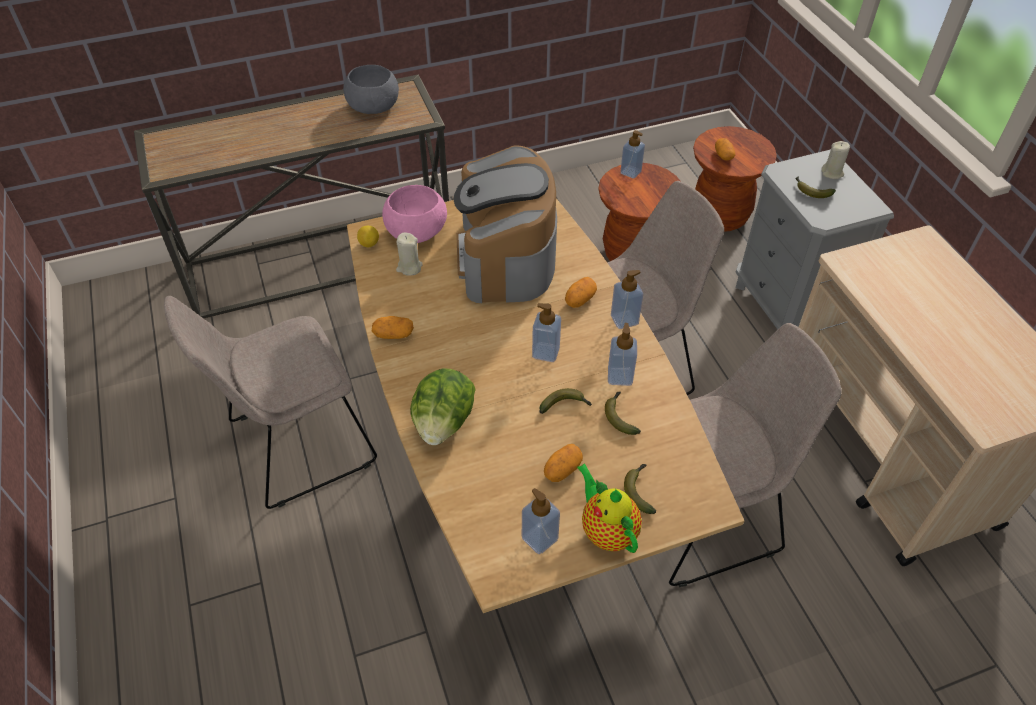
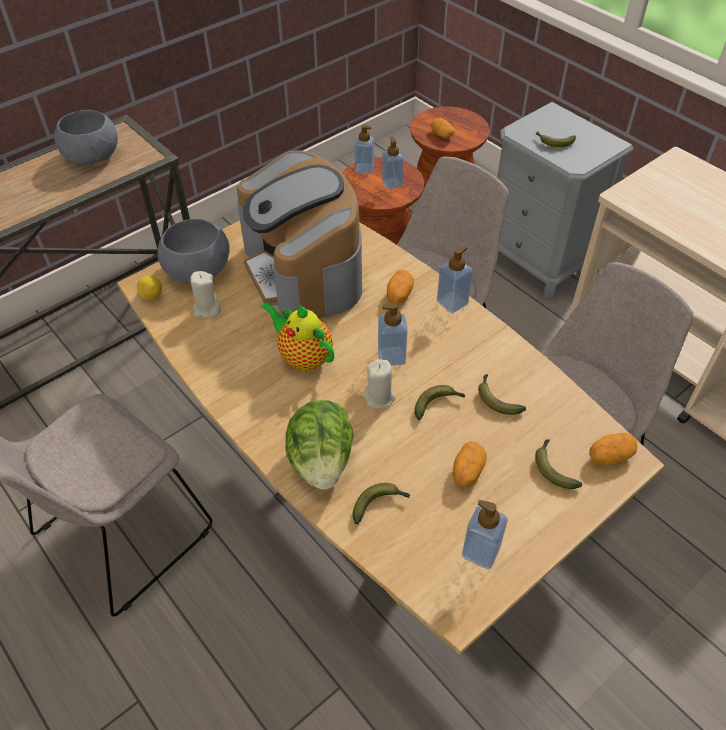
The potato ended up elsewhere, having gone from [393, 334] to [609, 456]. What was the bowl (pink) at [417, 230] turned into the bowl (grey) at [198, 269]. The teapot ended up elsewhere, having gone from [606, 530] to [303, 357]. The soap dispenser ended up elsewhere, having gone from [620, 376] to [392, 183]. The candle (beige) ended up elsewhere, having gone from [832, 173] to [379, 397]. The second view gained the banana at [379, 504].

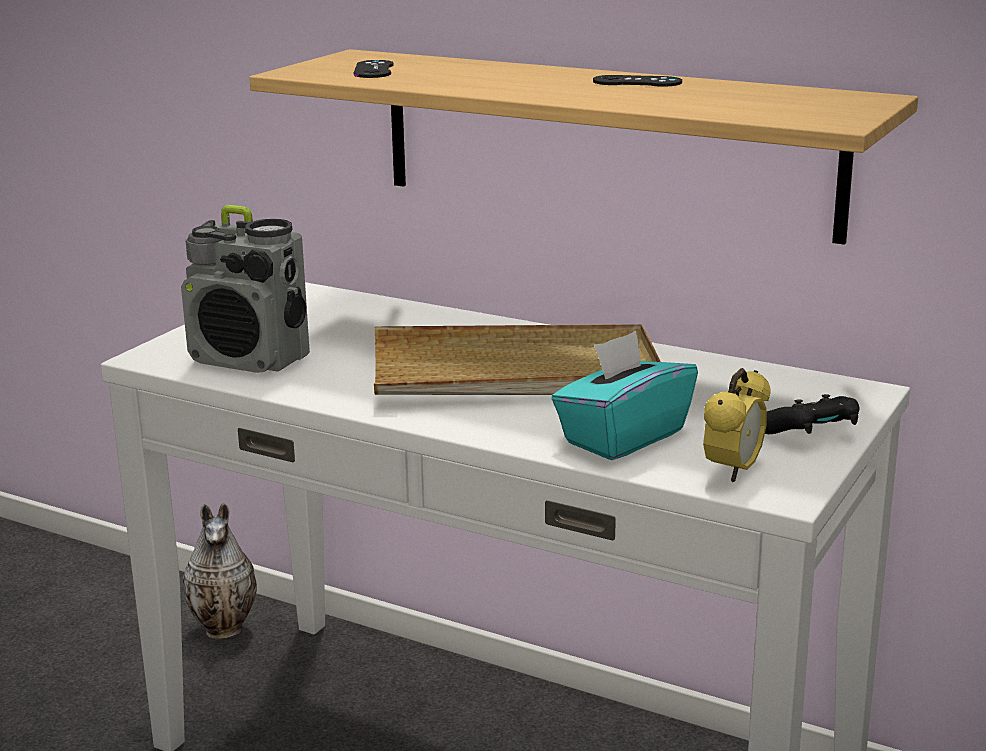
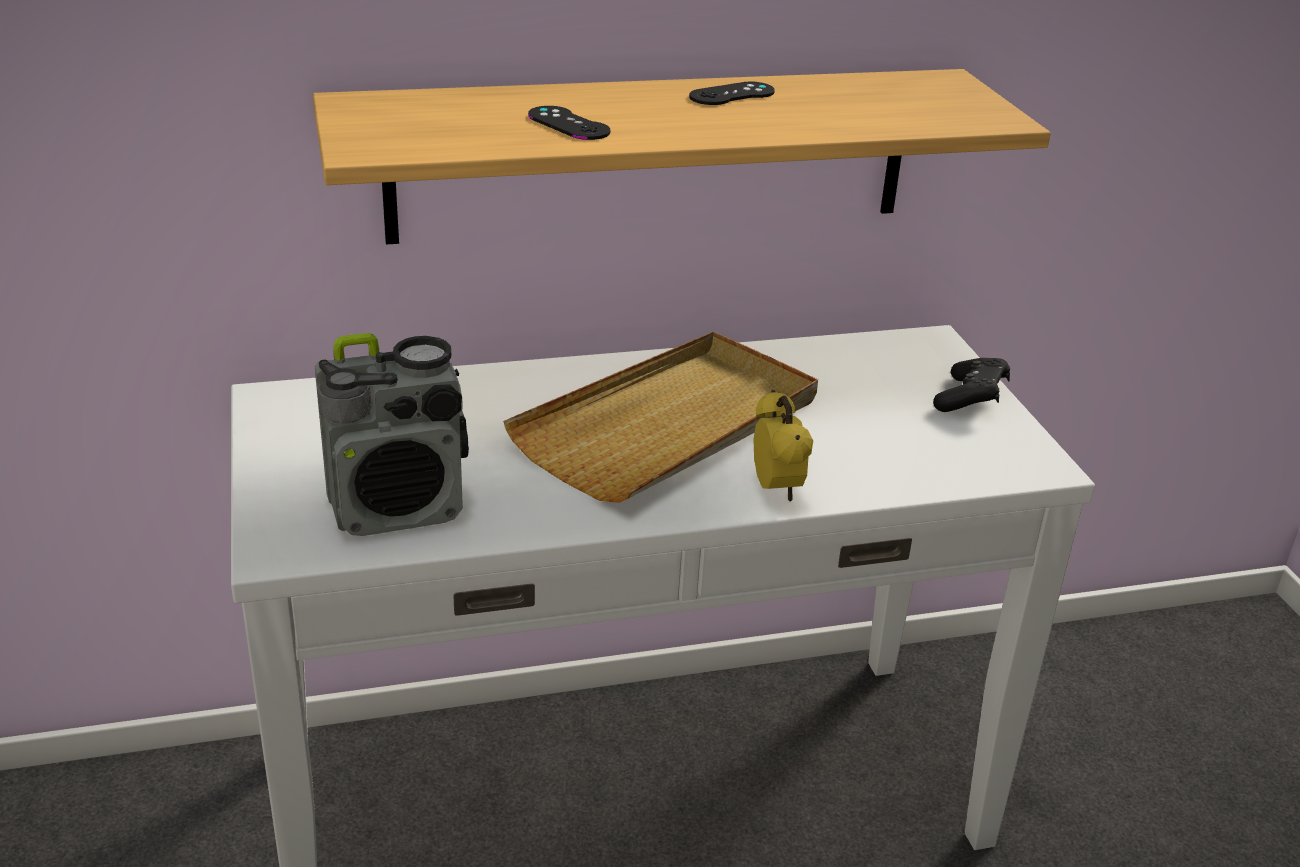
The second view lost the vase at [226, 628]. The game controller (black) ended up elsewhere, having gone from [373, 70] to [568, 124]. The second view lost the tissue box (turquoise) at [623, 437]. The alarm clock ended up elsewhere, having gone from [733, 472] to [776, 490].

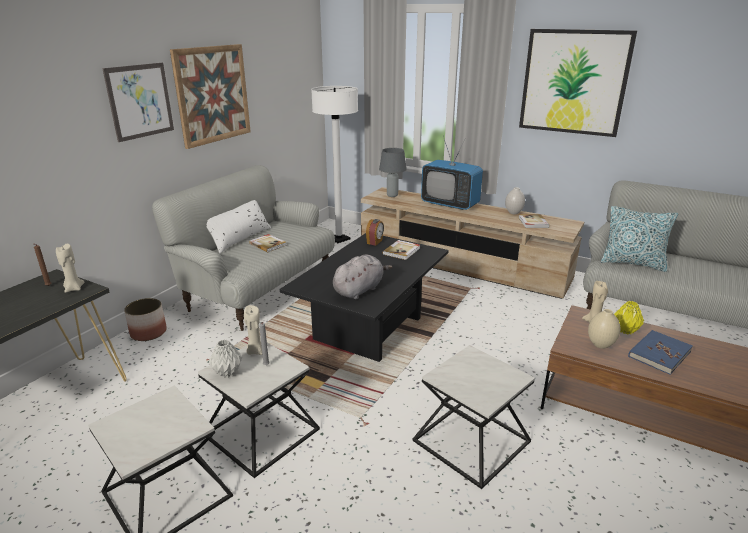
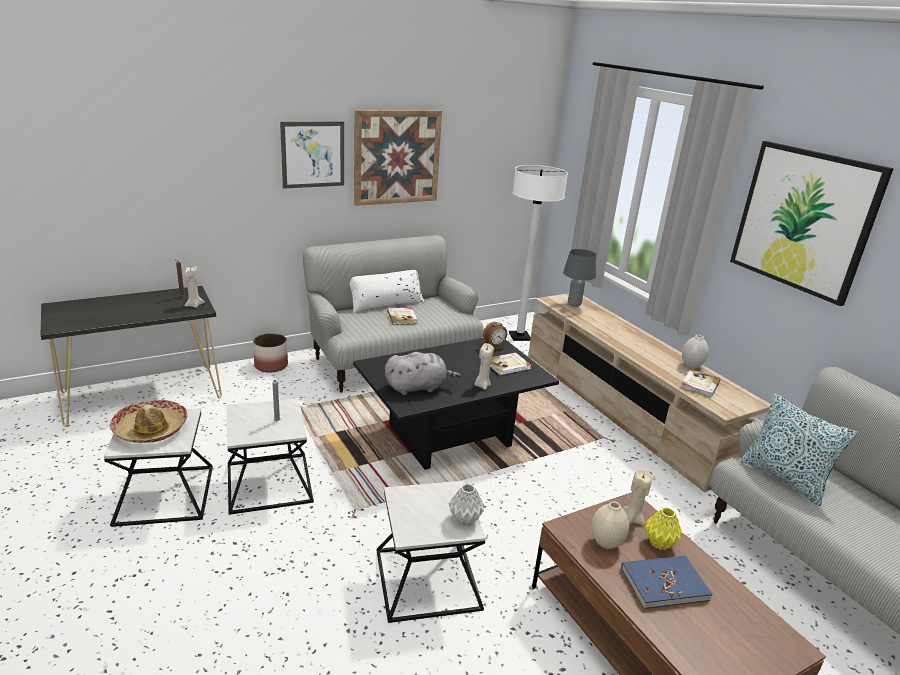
The vase (grey) ended up elsewhere, having gone from [227, 373] to [464, 520]. The candle (beige) ended up elsewhere, having gone from [255, 351] to [482, 385]. The second view lost the television at [450, 204]. The second view gained the hat at [151, 429].

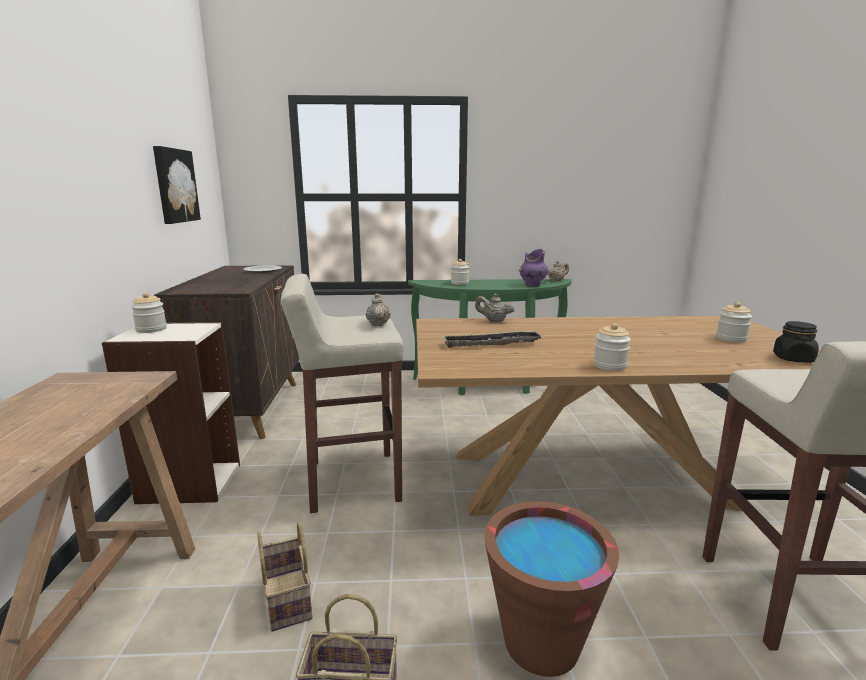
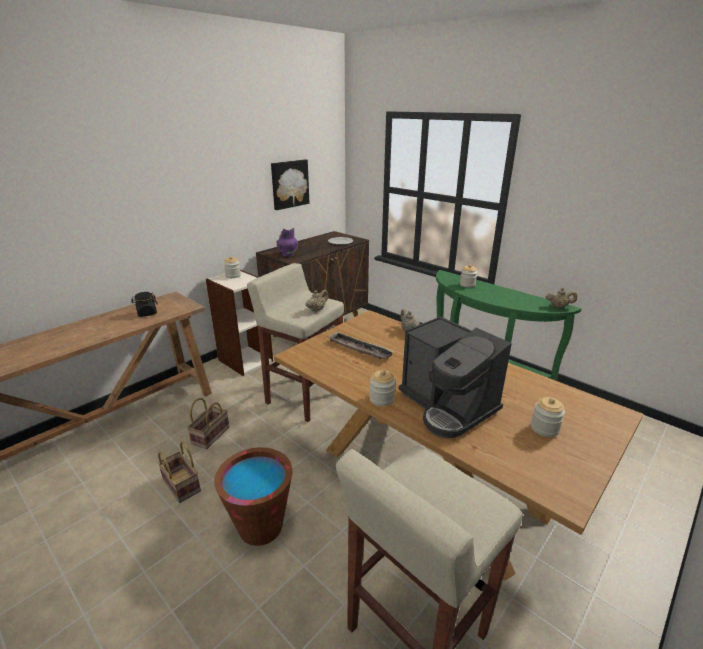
The vase (purple) ended up elsewhere, having gone from [532, 285] to [287, 255]. The jar (black) ended up elsewhere, having gone from [793, 359] to [147, 313]. The second view gained the coffee machine at [447, 406].

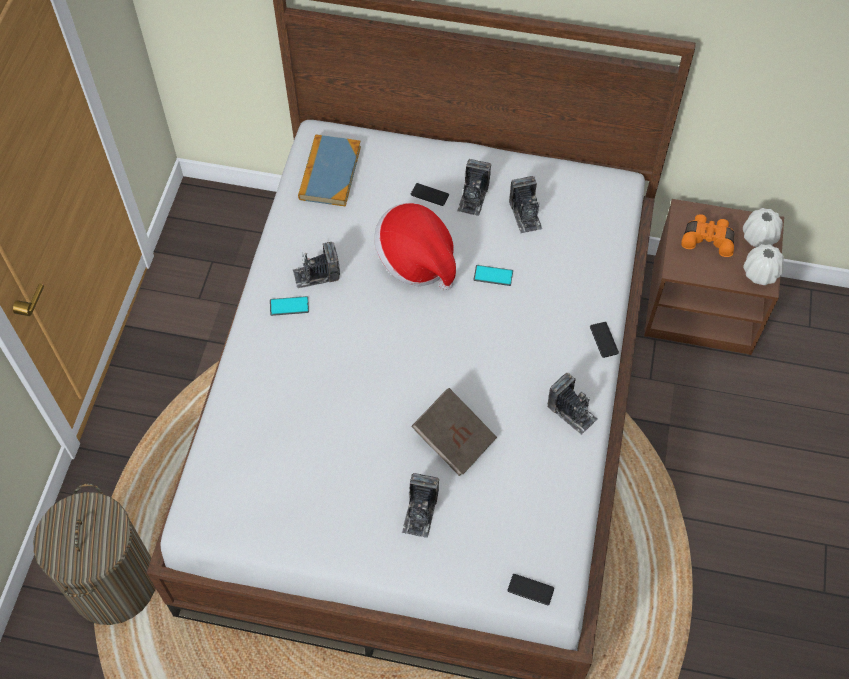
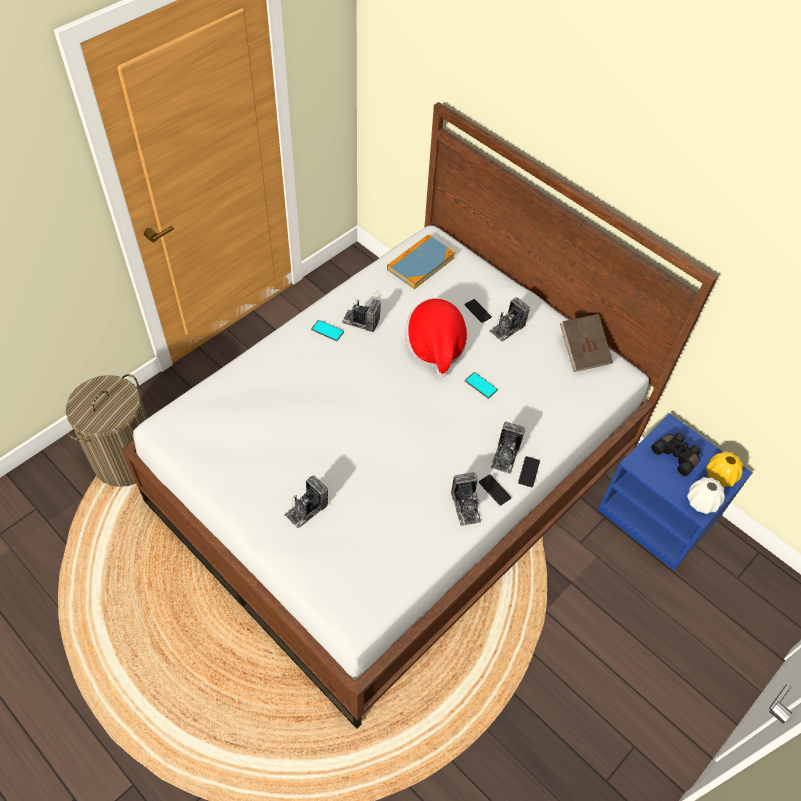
The book (brown) ended up elsewhere, having gone from [454, 439] to [583, 351]. The phone ended up elsewhere, having gone from [530, 589] to [494, 490]. The photo camera ended up elsewhere, having gone from [525, 214] to [505, 455]. What was the nightstand (brown) at [702, 306] turned into the nightstand (blue) at [659, 515]. What was the binoculars (orange) at [707, 239] turned into the binoculars (black) at [676, 455]. What was the vase (white) at [759, 237] turned into the vase (yellow) at [720, 476].

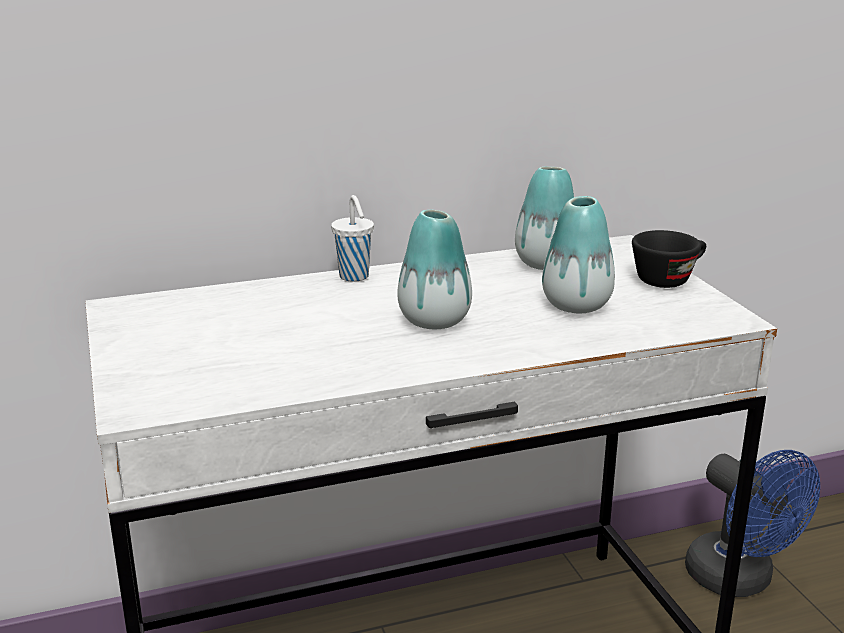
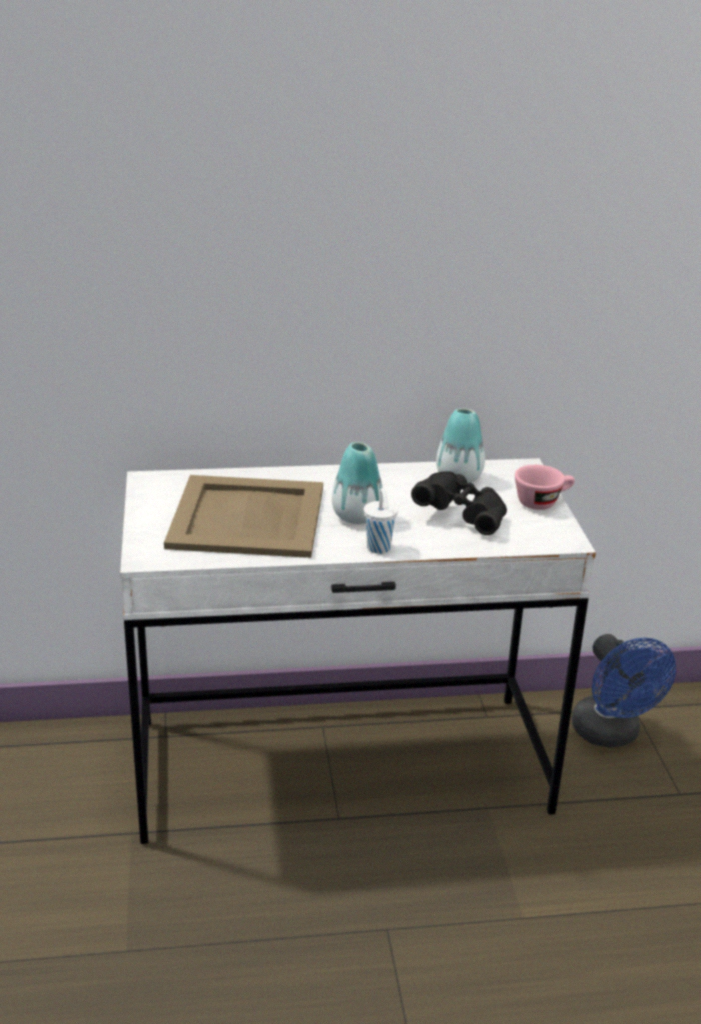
The cup (white) ended up elsewhere, having gone from [354, 277] to [379, 549]. Where the vase stood at [576, 305], the binoculars (black) came to stand at [462, 516]. What was the cup (black) at [669, 279] turned into the cup (pink) at [542, 502]. The second view gained the tray (beige) at [248, 518].

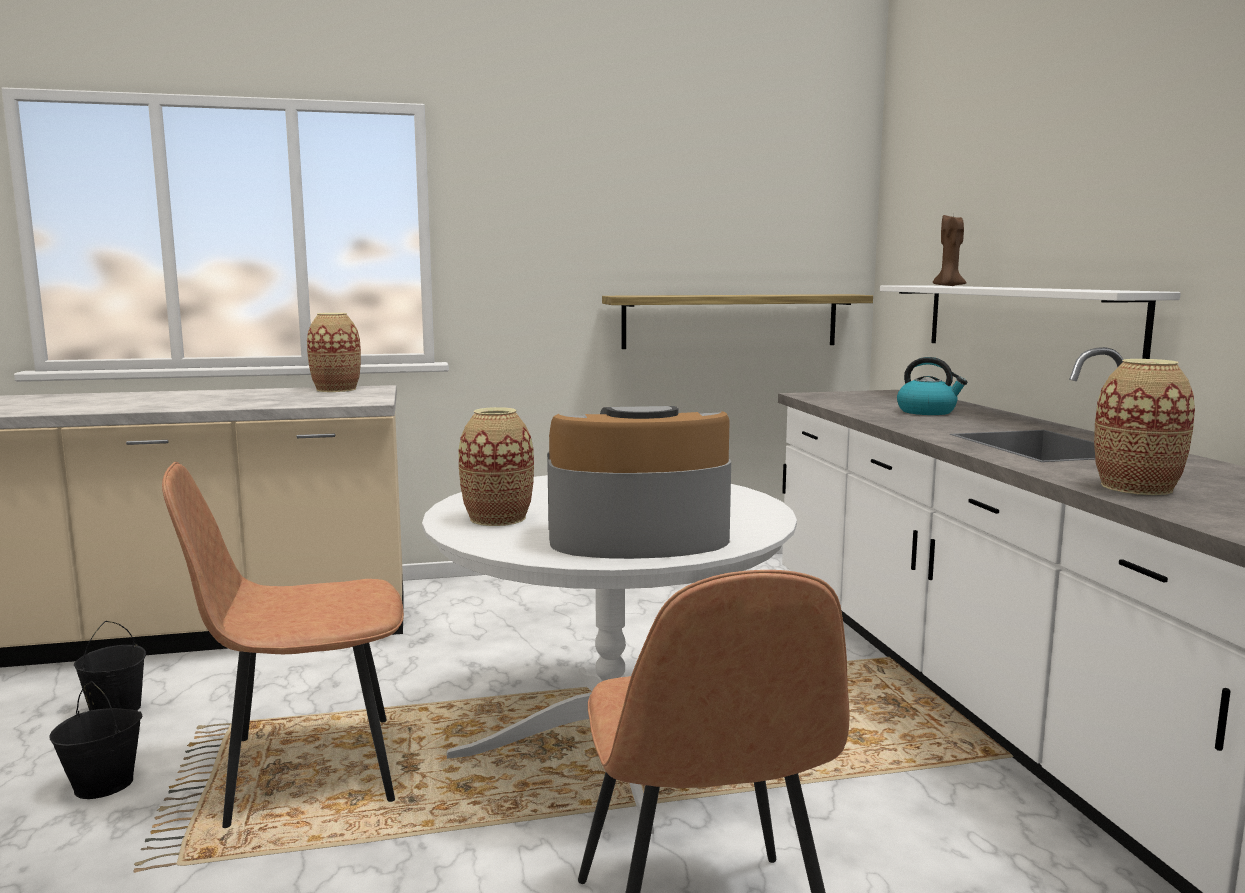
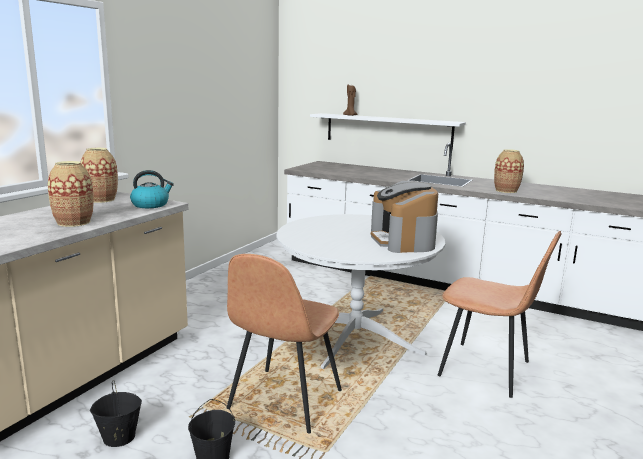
The vase ended up elsewhere, having gone from [498, 518] to [74, 222]. The coffee machine at [636, 537] ended up facing another way, 45 degrees counterclockwise from before. The second view lost the shelf at [730, 321]. The kettle ended up elsewhere, having gone from [927, 412] to [151, 205].

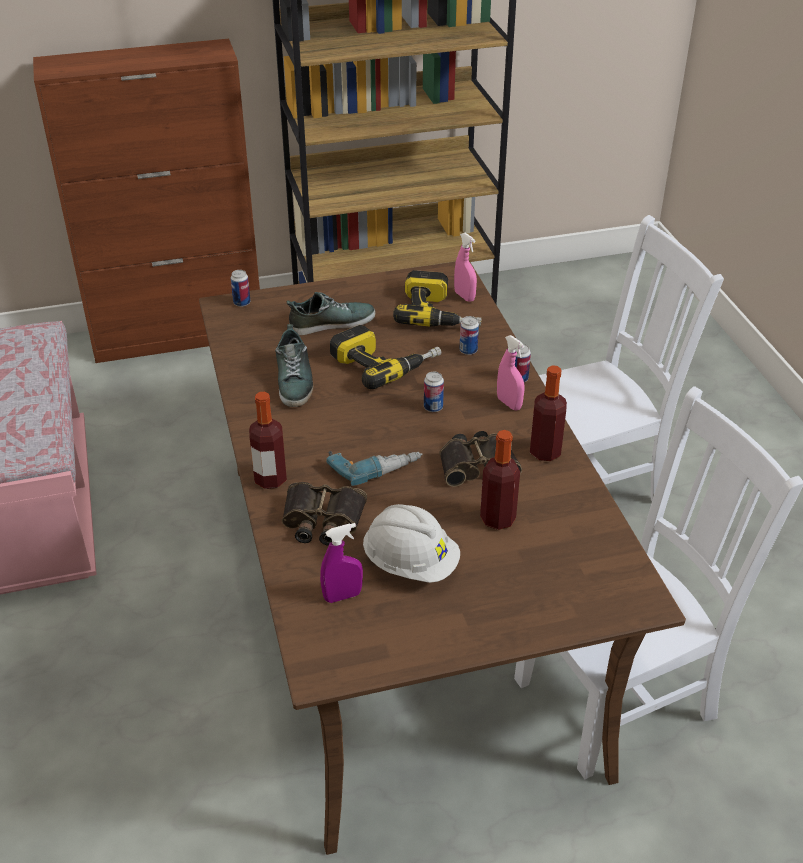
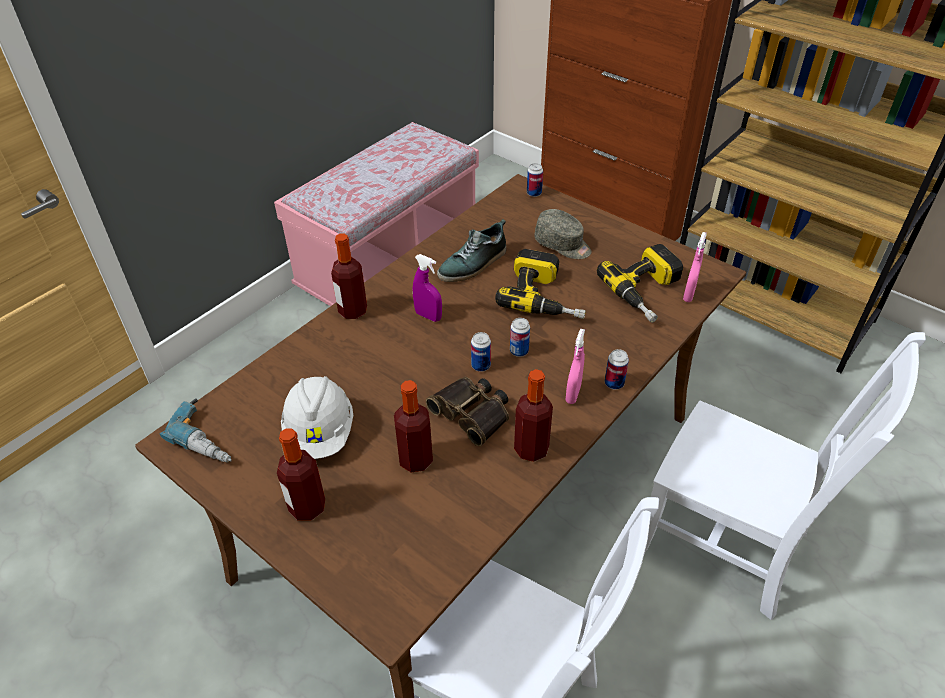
The second view lost the binoculars at [322, 520]. Where the shoe stood at [331, 323], the cap (grey) came to stand at [563, 245]. The spray bottle (purple) ended up elsewhere, having gone from [342, 596] to [428, 316]. The power drill ended up elsewhere, having gone from [374, 465] to [209, 437]. The can ended up elsewhere, having gone from [468, 350] to [481, 366]. The second view gained the bottle at [307, 507].

